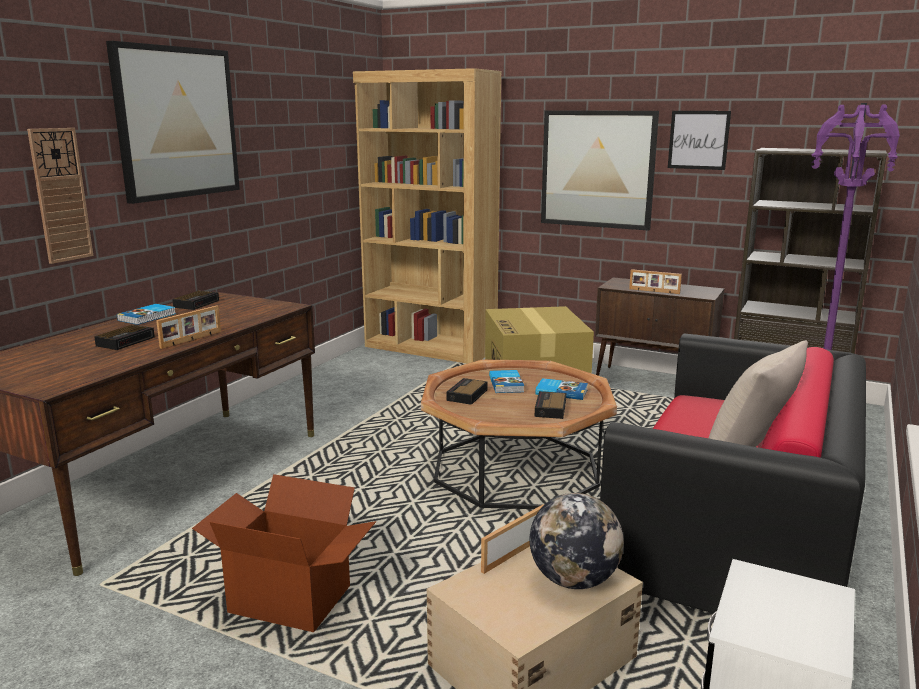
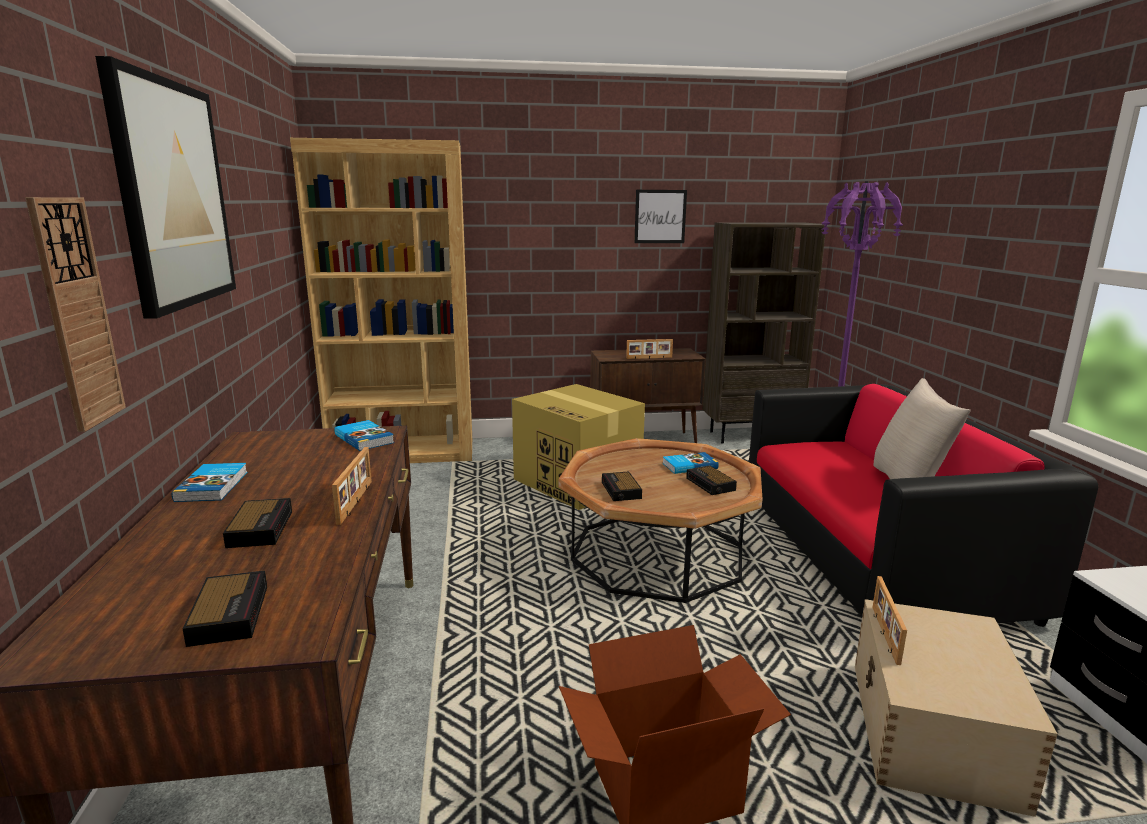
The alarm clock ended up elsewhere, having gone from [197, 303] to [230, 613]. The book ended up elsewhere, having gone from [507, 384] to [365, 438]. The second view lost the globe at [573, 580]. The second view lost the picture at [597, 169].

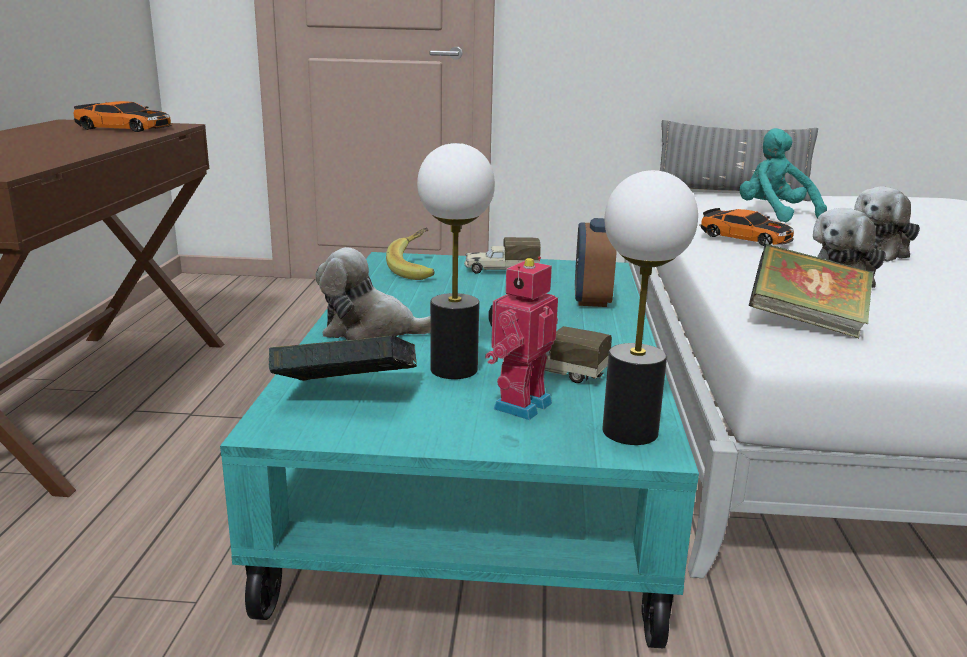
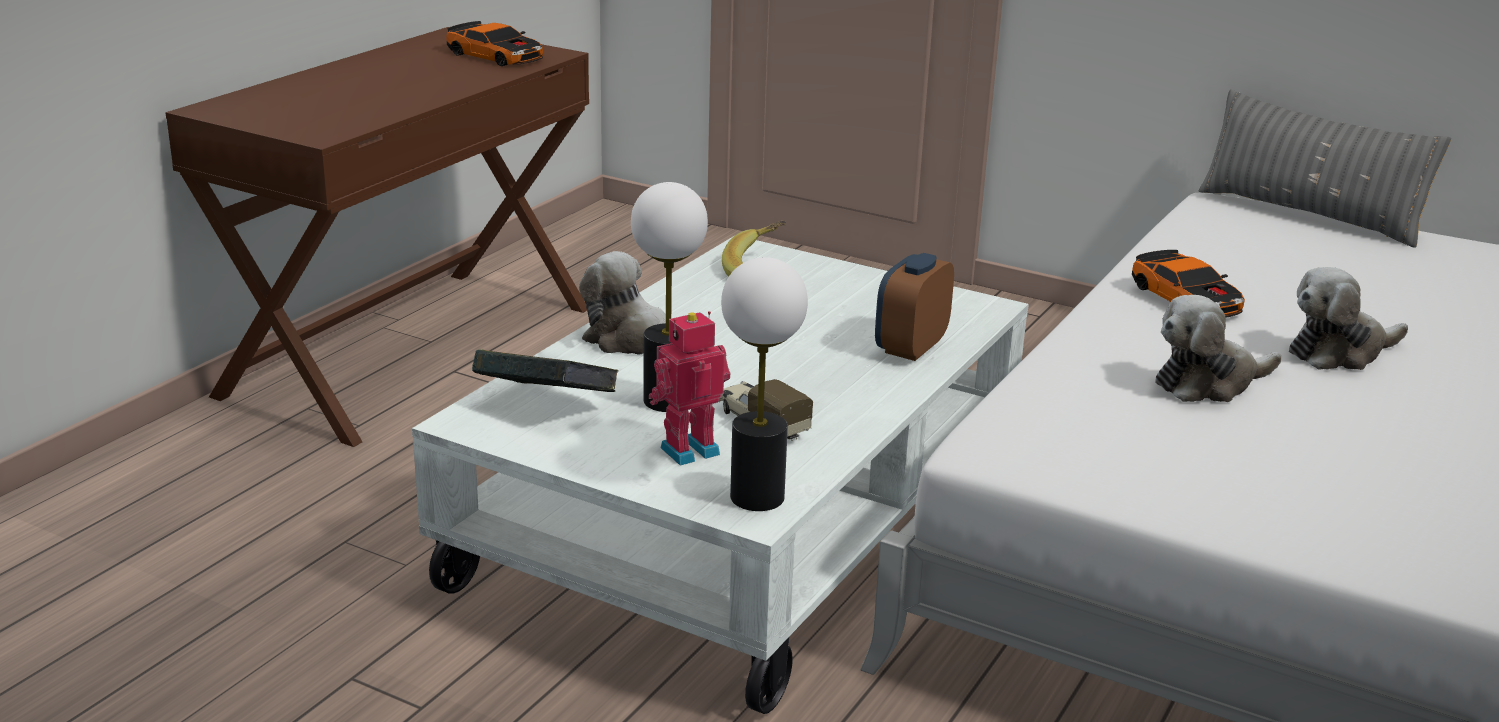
What was the coffee table (turquoise) at [482, 474] turned into the coffee table (white) at [746, 520]. The second view lost the toy truck at [501, 270]. The second view lost the plush toy (turquoise) at [774, 215]. The second view lost the book at [805, 323].

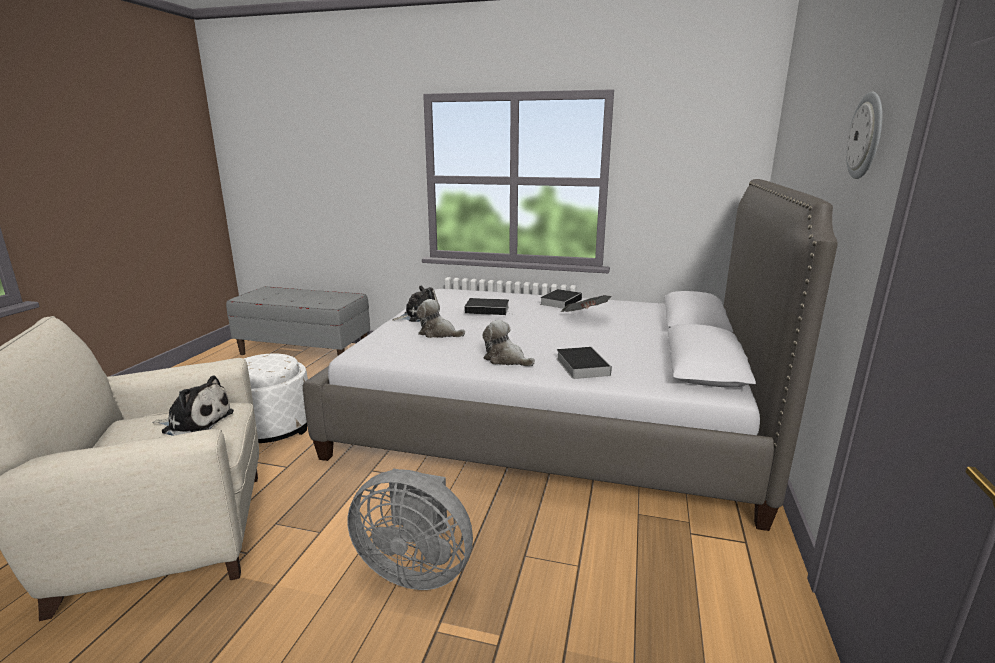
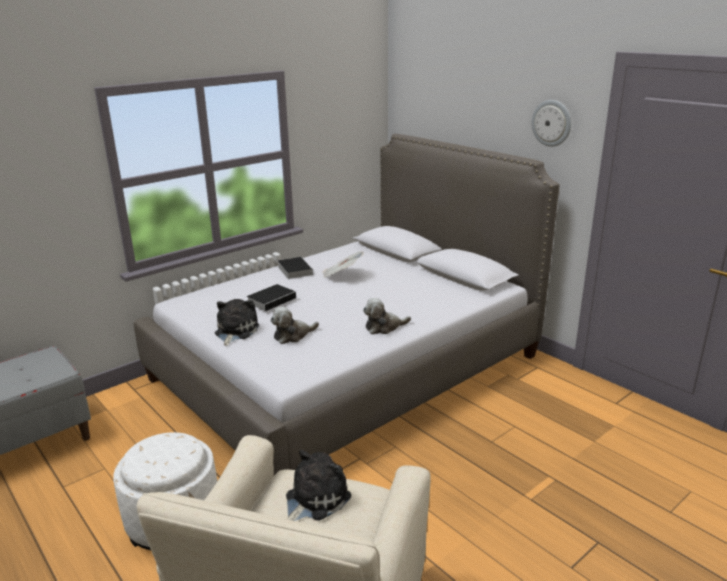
The second view lost the fan (grey) at [415, 569]. The second view lost the book at [581, 366].

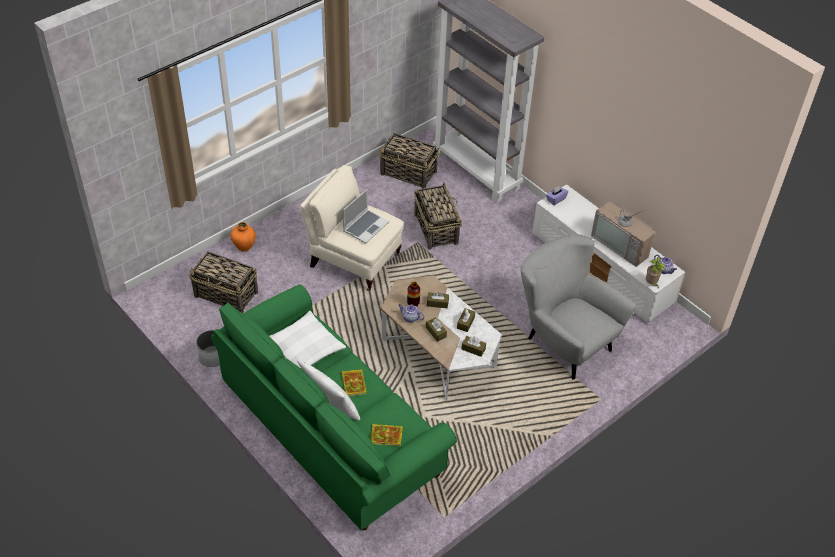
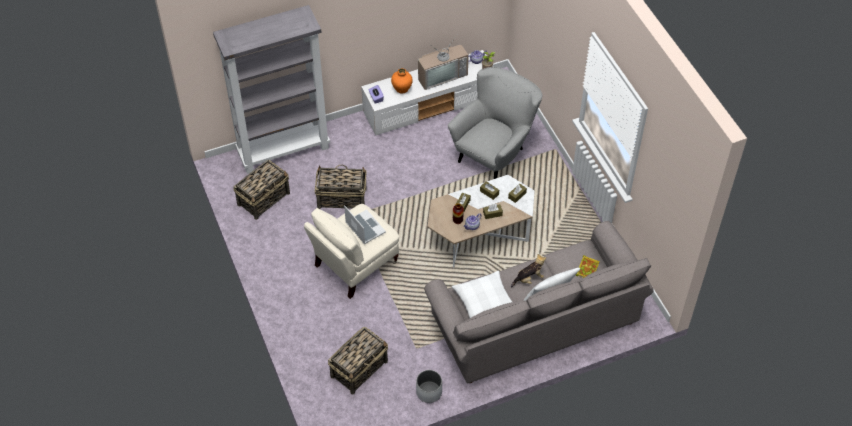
What was the sofa (green) at [332, 430] turned into the sofa (grey) at [534, 322]. The vase (orange) ended up elsewhere, having gone from [244, 247] to [402, 89]. Where the book stood at [353, 383], the plush toy came to stand at [529, 279]. The armchair (grey) at [563, 341] ended up facing another way, 150 degrees clockwise from before.

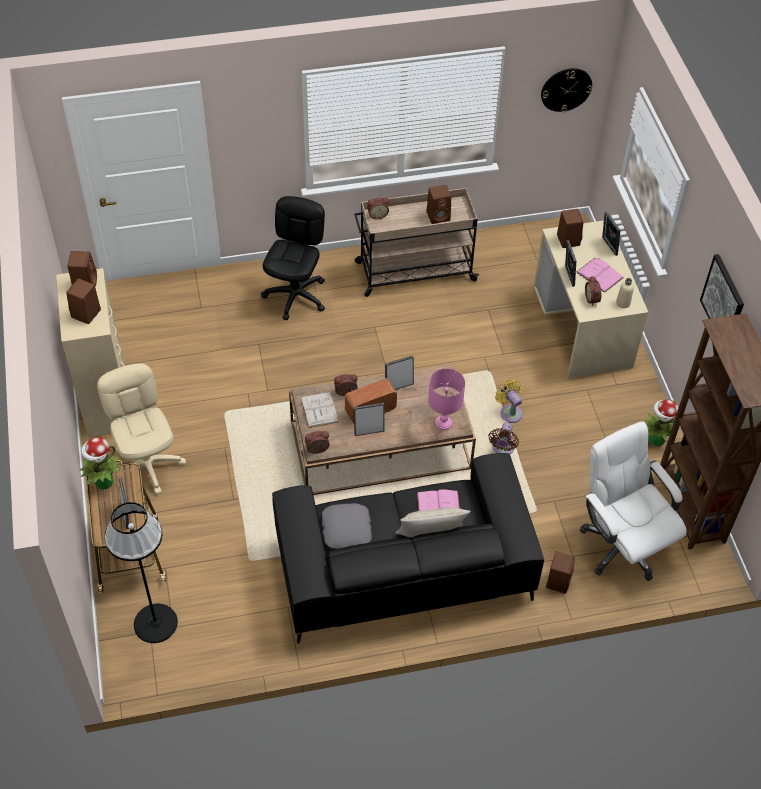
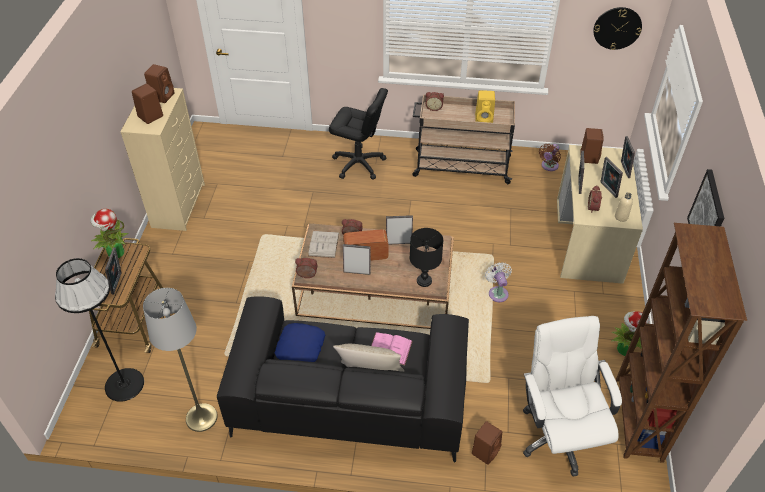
The second view lost the office chair (beige) at [148, 465]. The office chair (black) at [296, 296] ended up facing another way, 75 degrees clockwise from before. What was the pillow (grey) at [346, 529] turned into the pillow (blue) at [300, 347]. What was the speaker (brown) at [439, 216] turned into the speaker (yellow) at [484, 118]. What was the table lamp (pink) at [443, 423] turned into the table lamp (black) at [424, 281]. The fan (brown) ended up elsewhere, having gone from [502, 449] to [548, 166]. What was the fan (yellow) at [509, 412] turned into the fan (white) at [497, 292]. Where the book (pink) stood at [599, 275], the picture frame came to stand at [607, 190]. The second view gained the floor lamp (grey) at [201, 417].

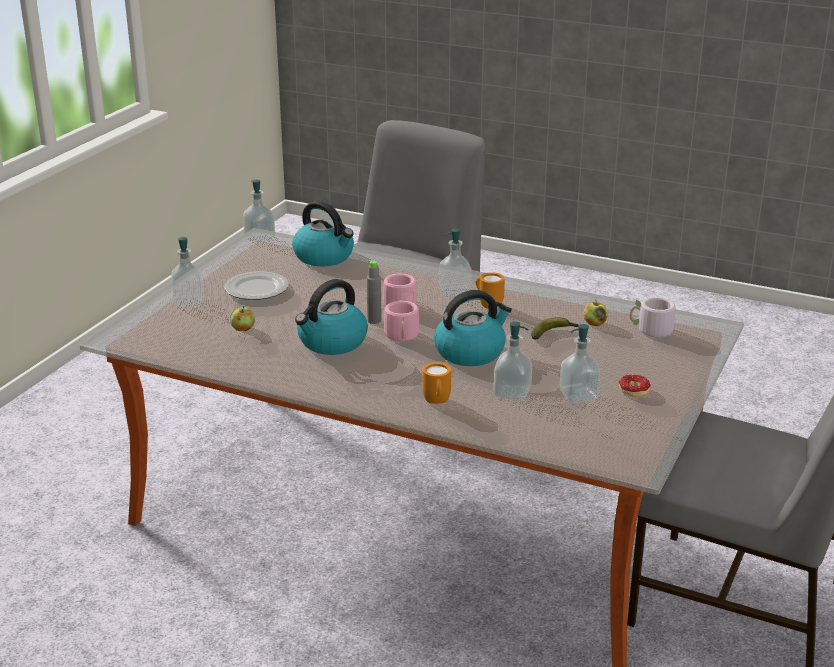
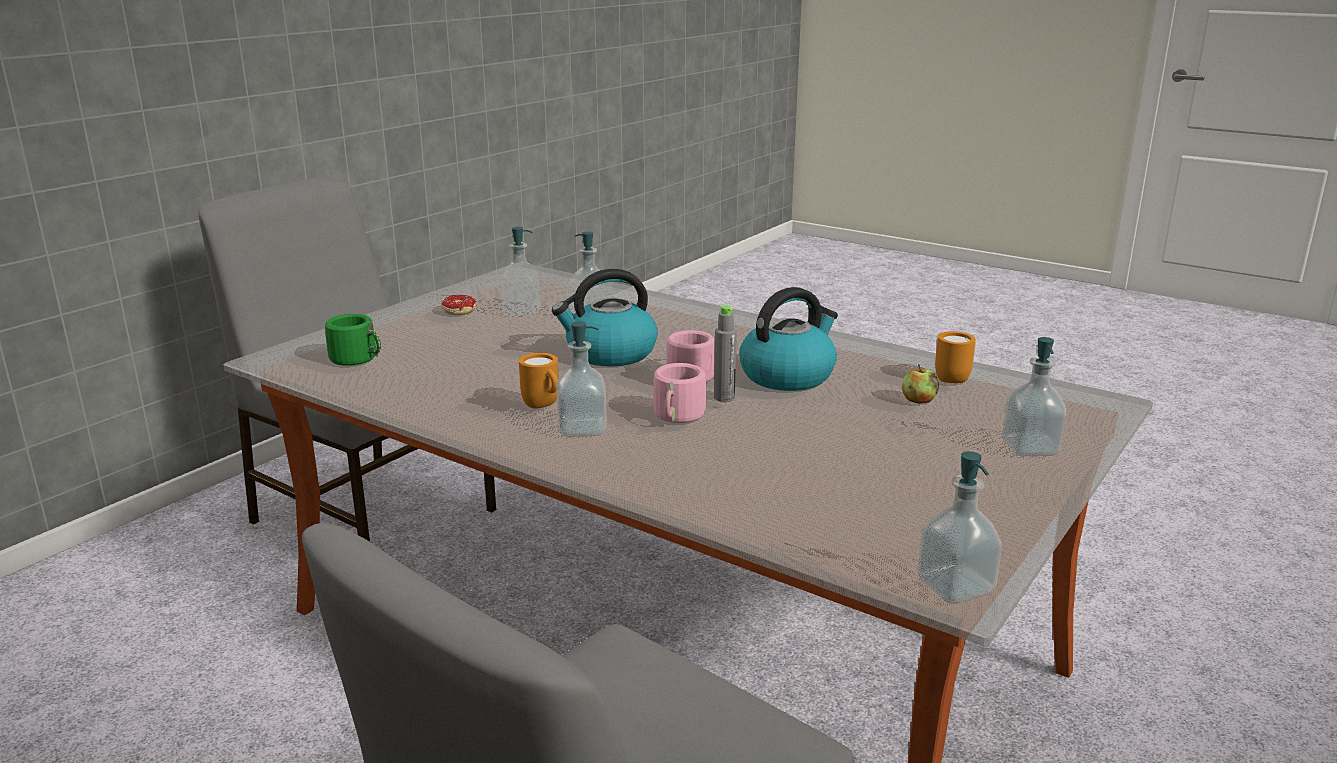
The second view lost the plate at [257, 289]. The second view lost the kettle at [325, 257]. The mug (orange) ended up elsewhere, having gone from [437, 403] to [950, 378]. The second view lost the banana at [554, 333]. The second view lost the apple at [594, 323]. What was the mug (grey) at [650, 331] turned into the mug (green) at [359, 359].

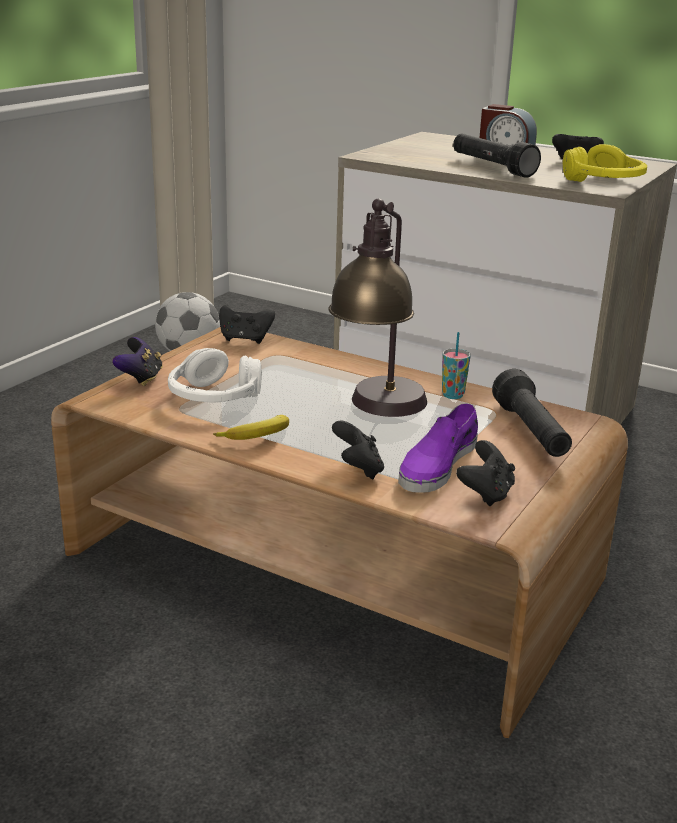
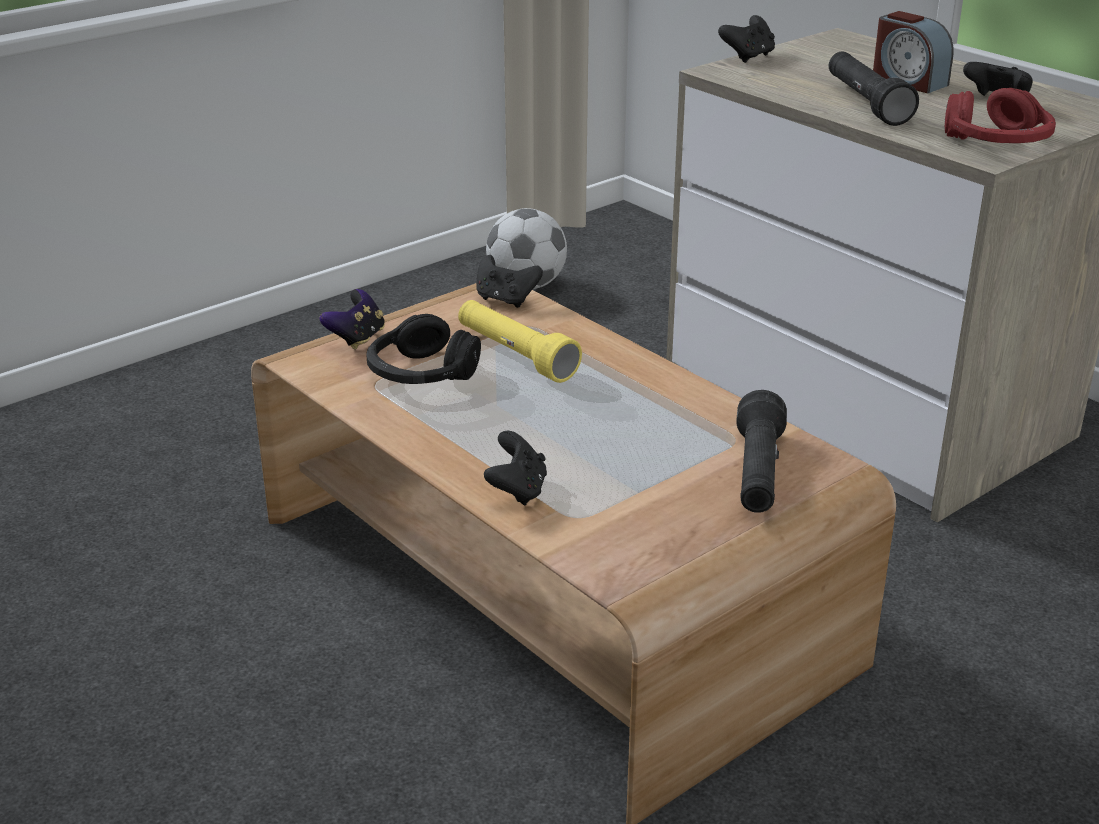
What was the headphones (white) at [214, 397] turned into the headphones (black) at [421, 374]. The second view lost the banana at [257, 437]. The second view lost the table lamp at [378, 412]. The second view lost the shoe (purple) at [437, 465]. The second view lost the cup at [452, 395]. The game controller (black) ended up elsewhere, having gone from [486, 494] to [748, 57]. What was the headphones (yellow) at [604, 182] turned into the headphones (red) at [997, 142]. The second view gained the flashlight (yellow) at [515, 355].

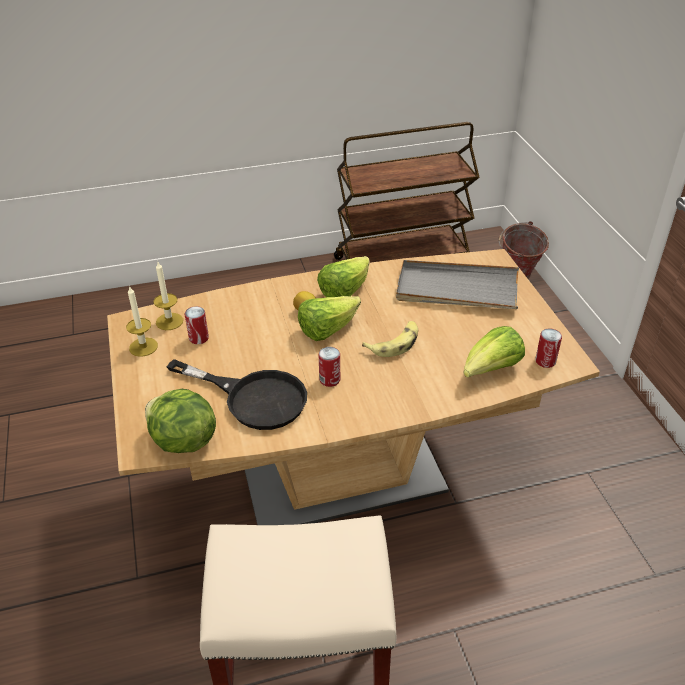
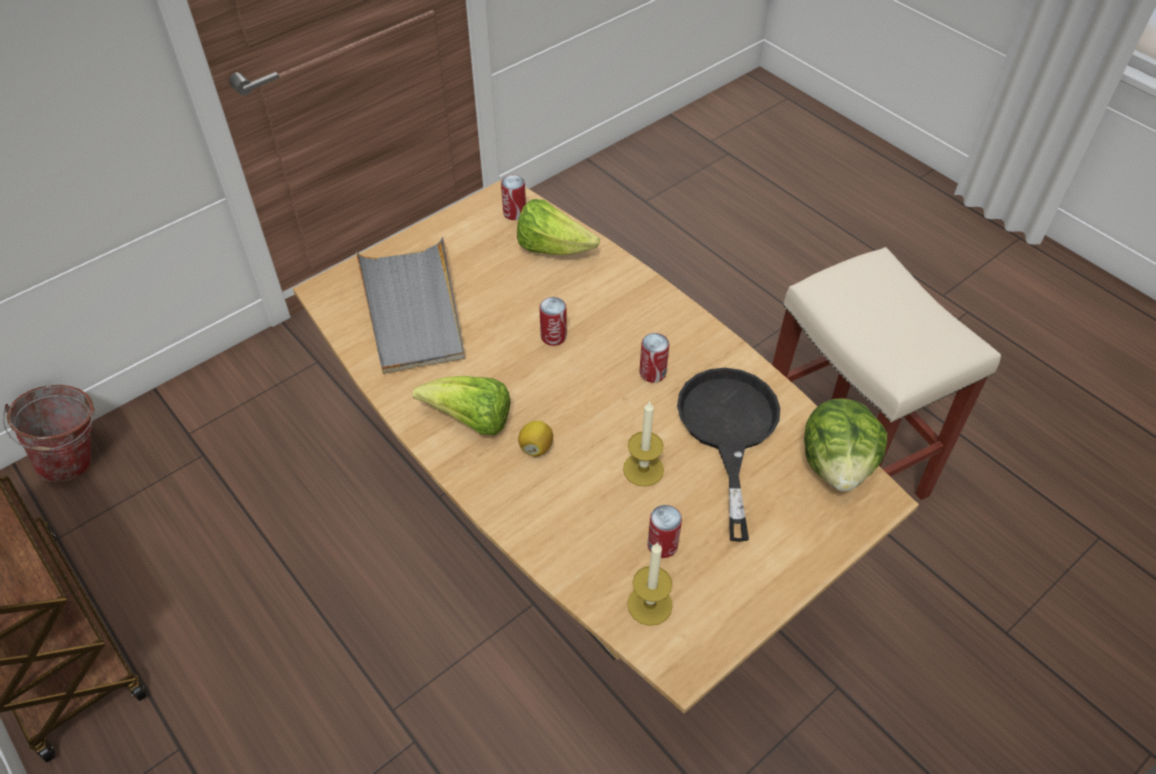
The candle ended up elsewhere, having gone from [143, 347] to [643, 469]. The second view lost the lettuce at [327, 330]. Where the banana stood at [394, 343], the can came to stand at [553, 336].

